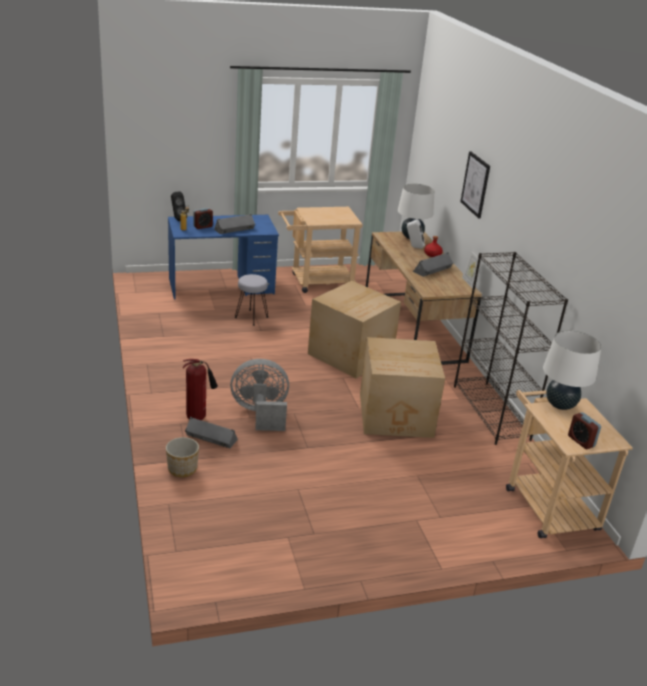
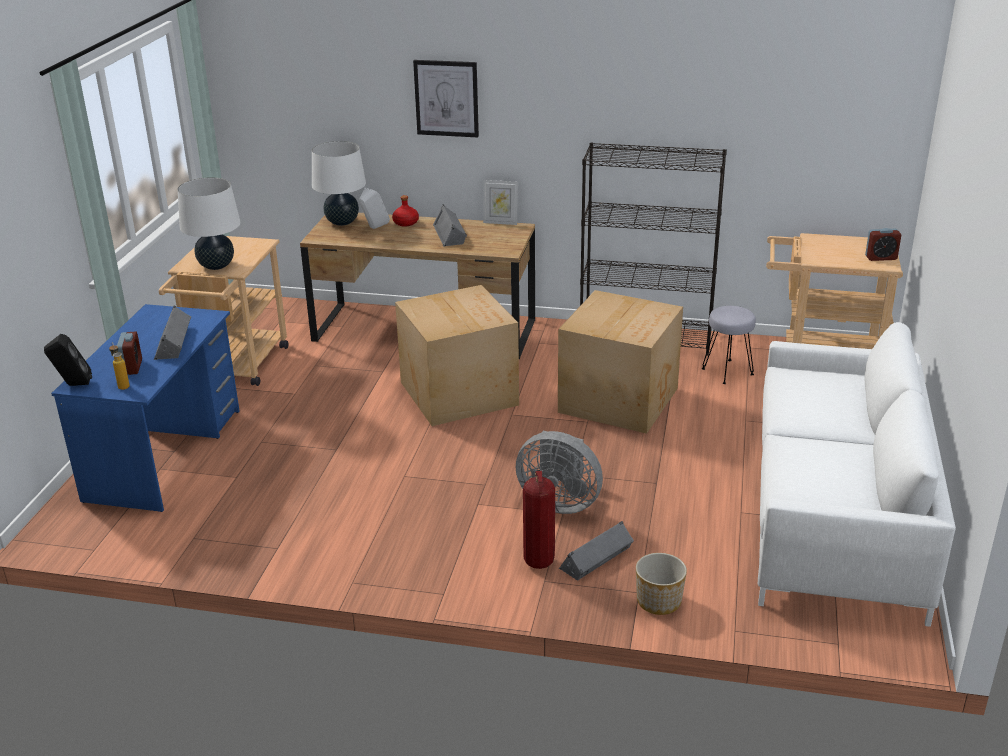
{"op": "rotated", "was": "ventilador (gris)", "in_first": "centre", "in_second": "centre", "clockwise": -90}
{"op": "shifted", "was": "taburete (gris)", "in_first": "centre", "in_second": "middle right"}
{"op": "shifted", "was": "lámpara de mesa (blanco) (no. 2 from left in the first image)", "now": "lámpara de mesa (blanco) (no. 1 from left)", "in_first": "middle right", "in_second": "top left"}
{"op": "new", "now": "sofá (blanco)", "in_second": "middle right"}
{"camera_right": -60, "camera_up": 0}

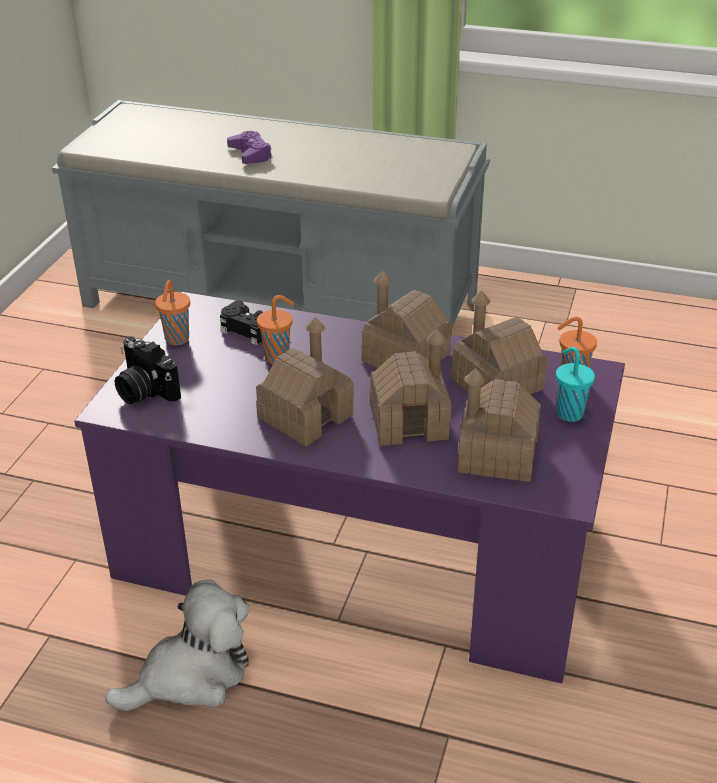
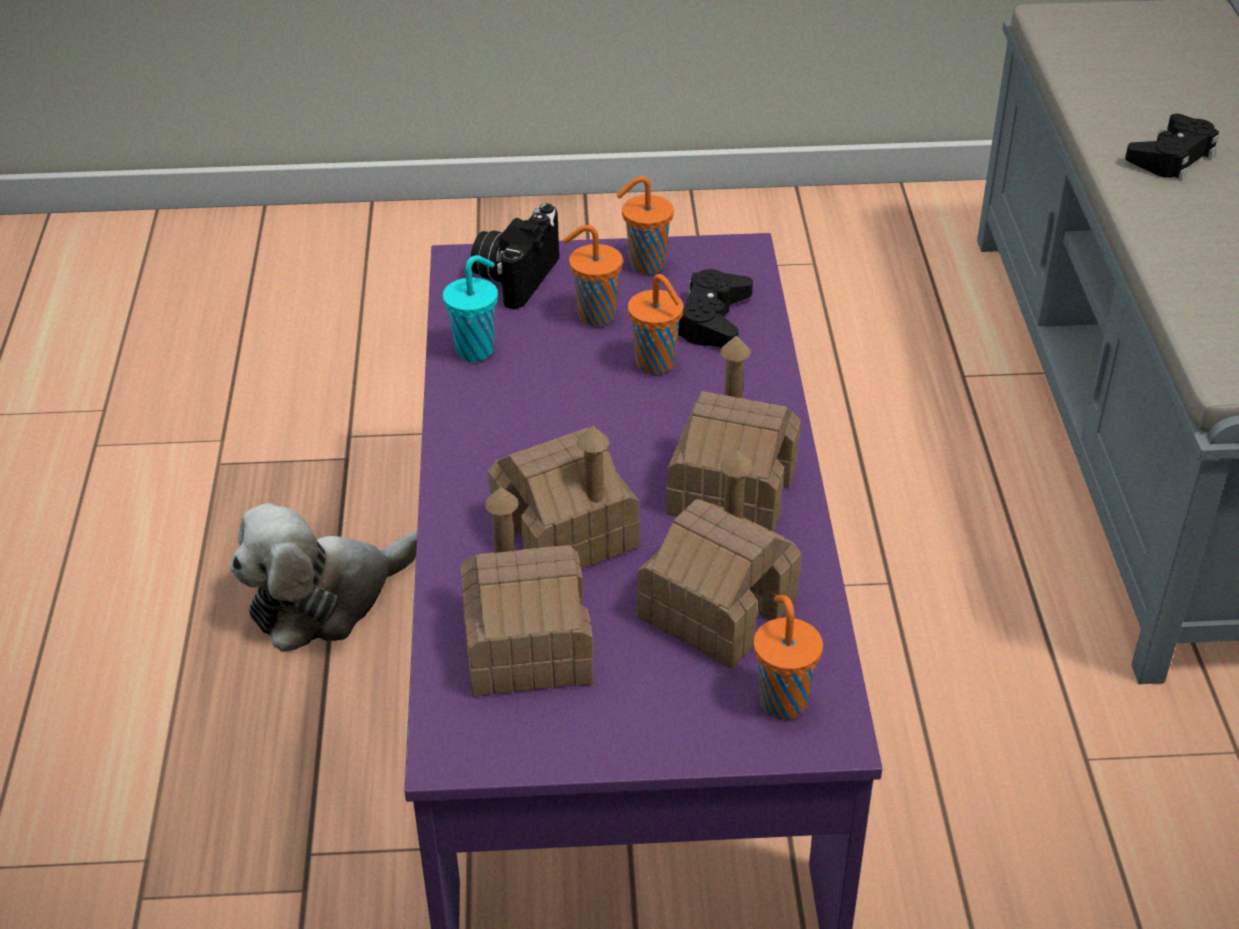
{"op": "rotated", "was": "peluche", "in_first": "bottom left", "in_second": "middle left", "clockwise": 105}
{"op": "repainted", "was": "mando de consola (morado)", "now": "mando de consola (negro) (no. 2 from left)", "in_first": "top centre", "in_second": "top right"}
{"op": "gone", "was": "casita (no. 1 from left)", "in_first": "centre"}
{"op": "shifted", "was": "taza (turquesa)", "in_first": "middle right", "in_second": "top centre"}
{"op": "new", "now": "taza (naranja) (no. 1 from left)", "in_second": "top centre"}
{"camera_right": 70, "camera_up": 5}

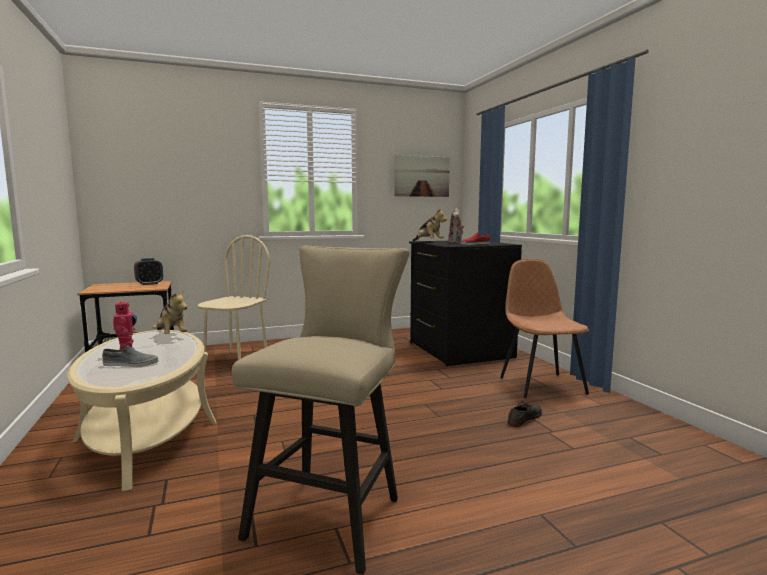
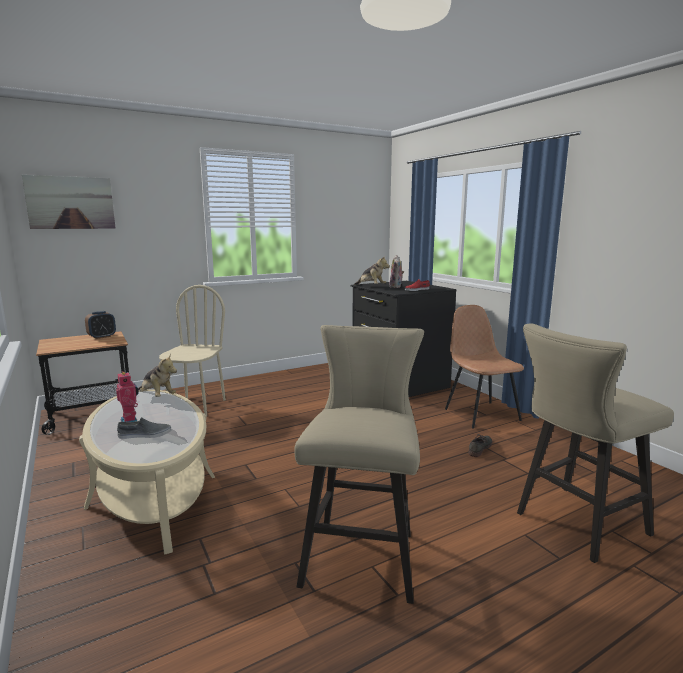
{"op": "shifted", "was": "cuadro", "in_first": "top centre", "in_second": "top left"}
{"op": "new", "now": "taburete (beis) (no. 2 from left)", "in_second": "middle right"}
{"camera_right": -10, "camera_up": 5}

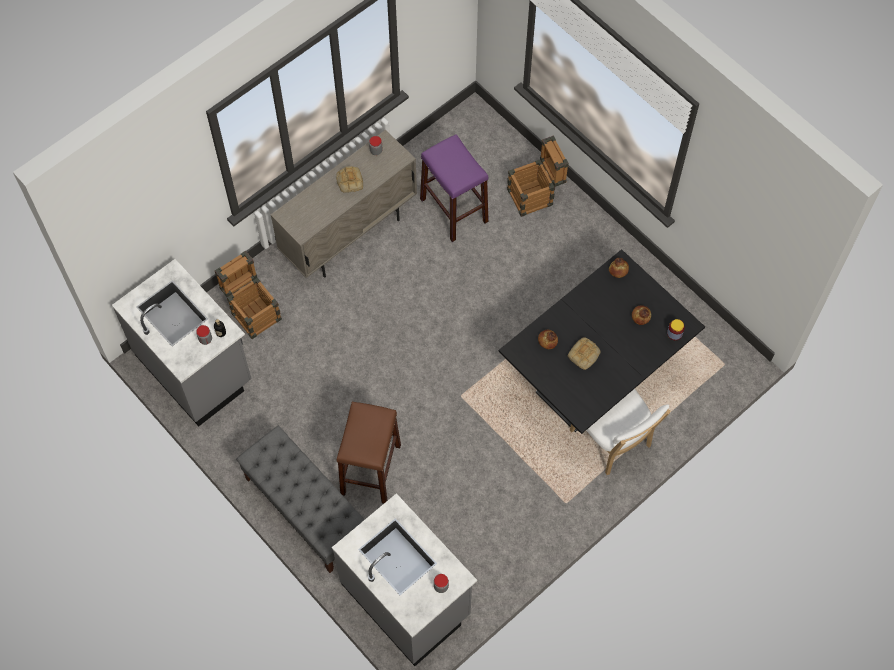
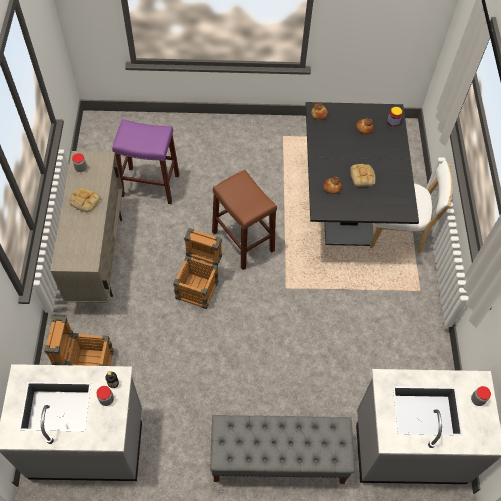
{"op": "shifted", "was": "taburete (marrón)", "in_first": "bottom centre", "in_second": "centre"}
{"op": "shifted", "was": "caja de embalaje (no. 2 from left)", "in_first": "top centre", "in_second": "centre"}
{"camera_right": -50, "camera_up": -5}

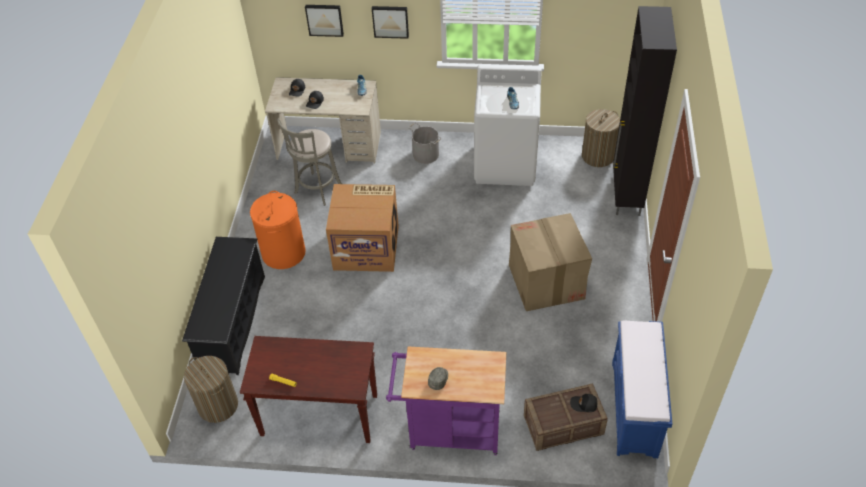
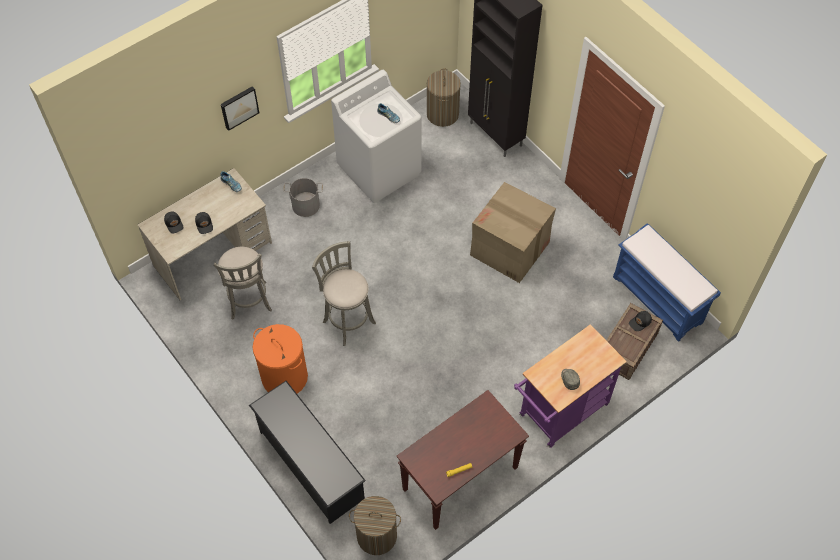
{"op": "gone", "was": "cuadro (no. 1 from left)", "in_first": "top centre"}
{"op": "swapped", "was": "caja de cartón (no. 1 from left)", "now": "taburete (gris) (no. 2 from left)", "in_first": "centre", "in_second": "centre"}
{"camera_right": -45, "camera_up": 10}

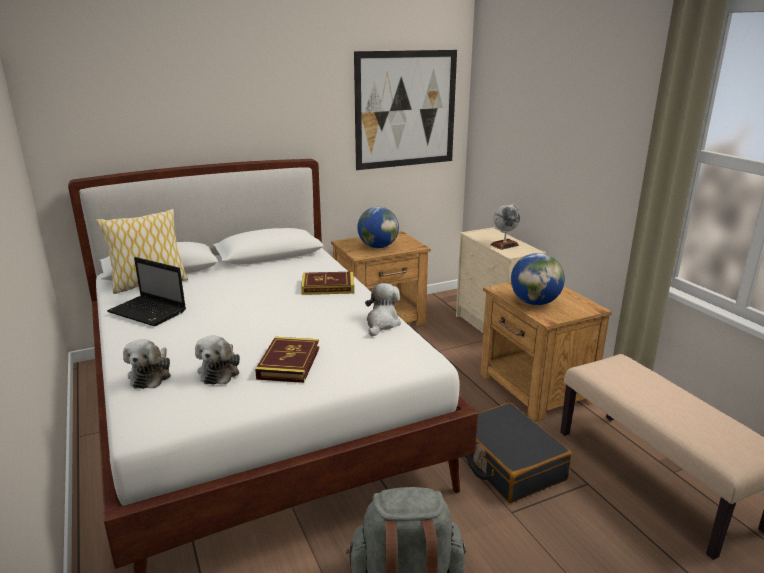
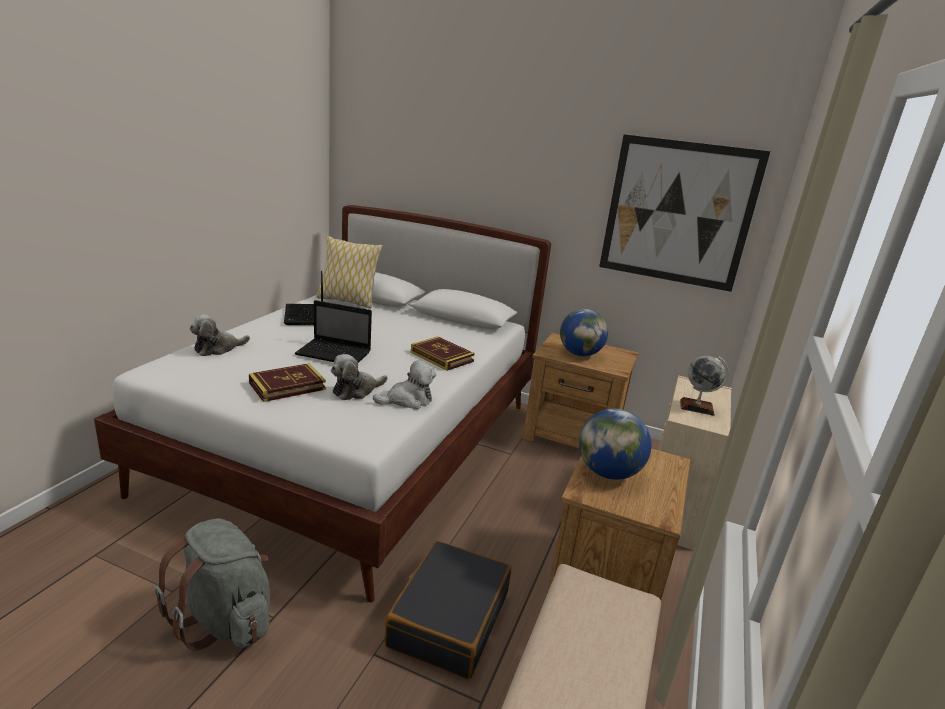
{"op": "shifted", "was": "peluche (no. 2 from left)", "in_first": "middle left", "in_second": "centre"}
{"op": "new", "now": "portátil (no. 2 from left)", "in_second": "centre"}
{"camera_right": 45, "camera_up": 0}

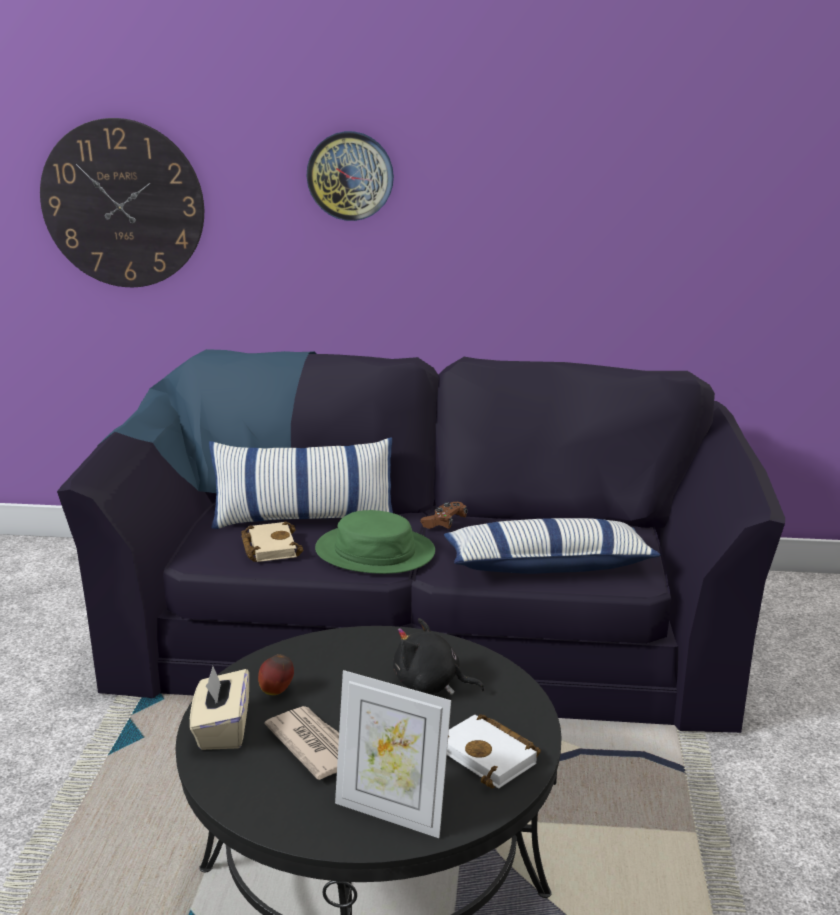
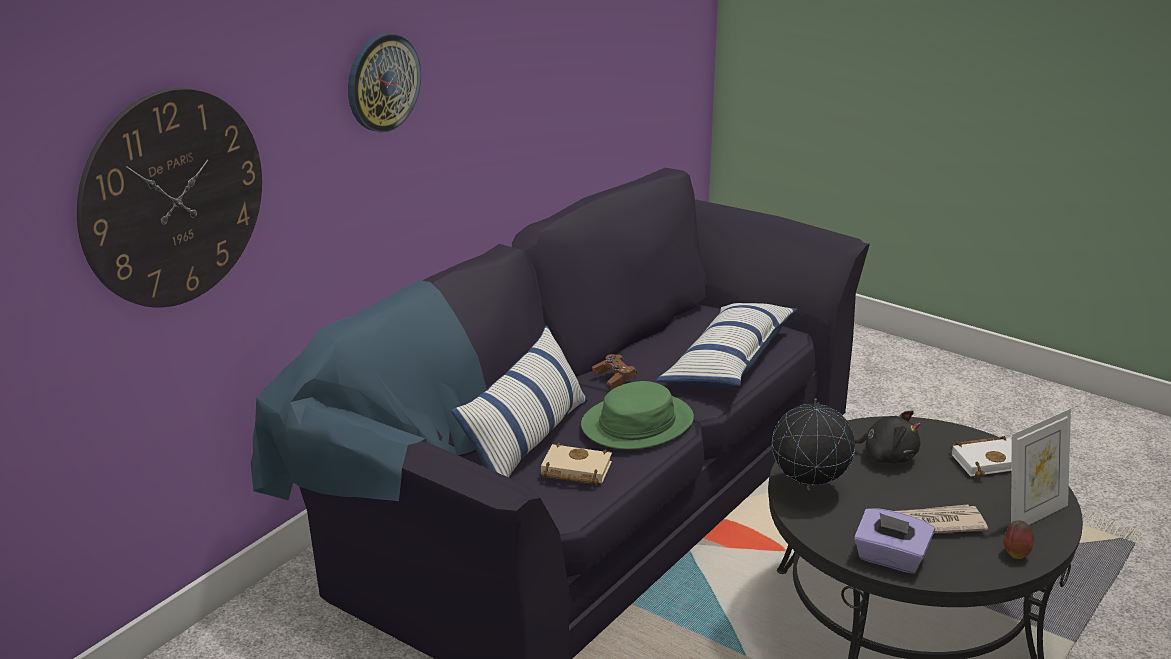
{"op": "repainted", "was": "caja de pañuelos (beis)", "now": "caja de pañuelos (morado)", "in_first": "bottom left", "in_second": "bottom right"}
{"op": "shifted", "was": "manzana", "in_first": "bottom left", "in_second": "bottom right"}
{"op": "rotated", "was": "peluche (negro)", "in_first": "bottom centre", "in_second": "middle right", "clockwise": -120}
{"op": "new", "now": "globo terráqueo", "in_second": "bottom right"}
{"camera_right": -60, "camera_up": 5}

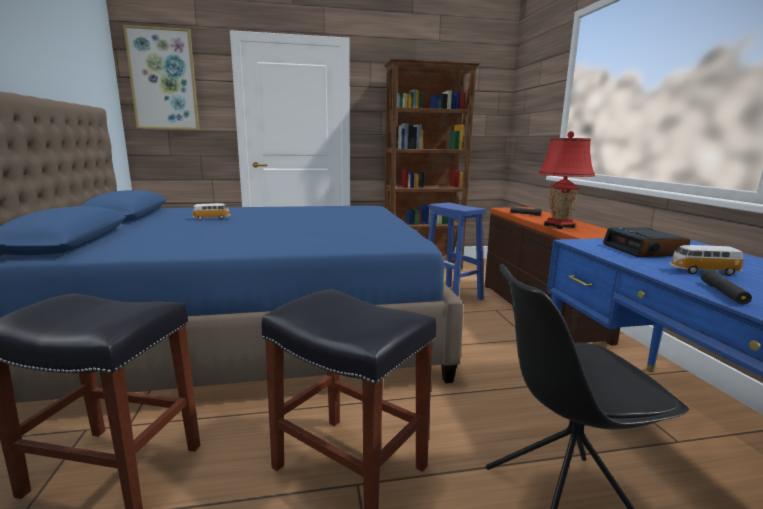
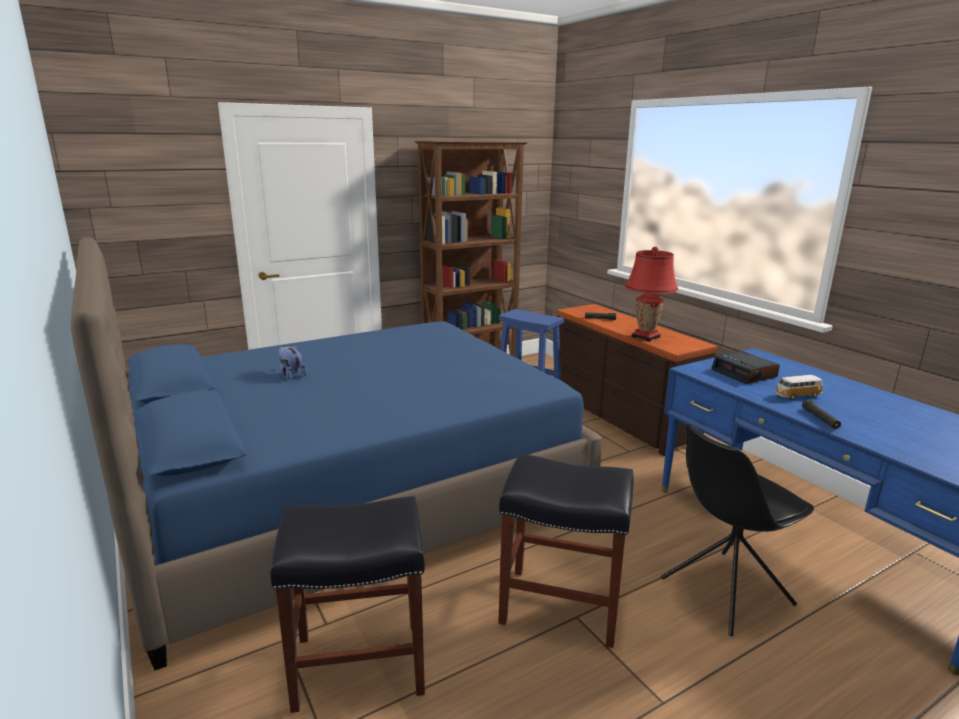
{"op": "gone", "was": "cuadro", "in_first": "top left"}
{"op": "swapped", "was": "coche de juguete (no. 1 from left)", "now": "peluche", "in_first": "middle left", "in_second": "middle left"}
{"camera_right": -20, "camera_up": 5}

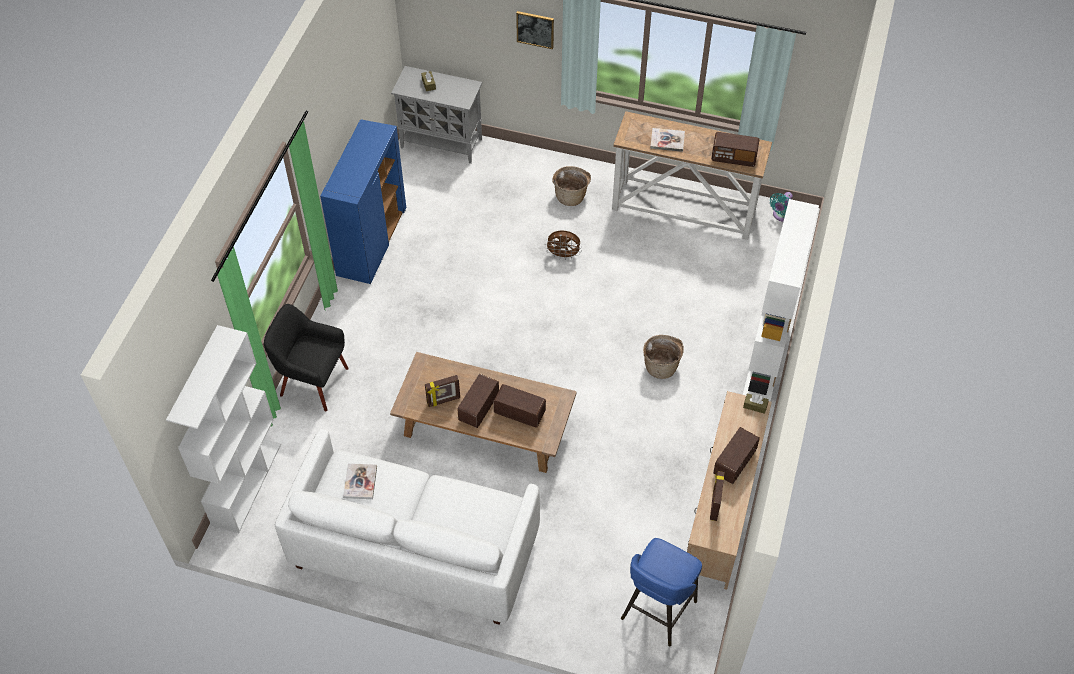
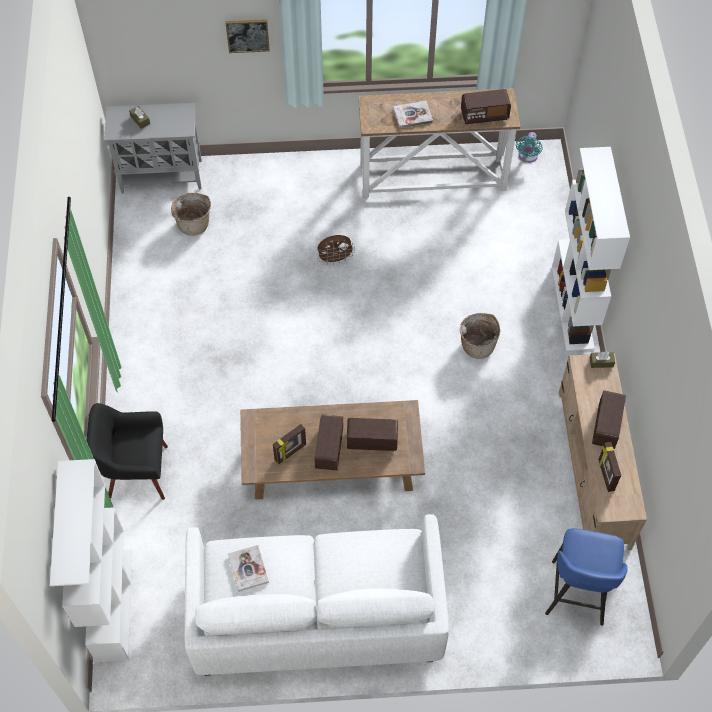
{"op": "gone", "was": "armario (azul)", "in_first": "top centre"}
{"op": "shifted", "was": "cesta (no. 1 from left)", "in_first": "top centre", "in_second": "top left"}
{"camera_right": -20, "camera_up": 5}

